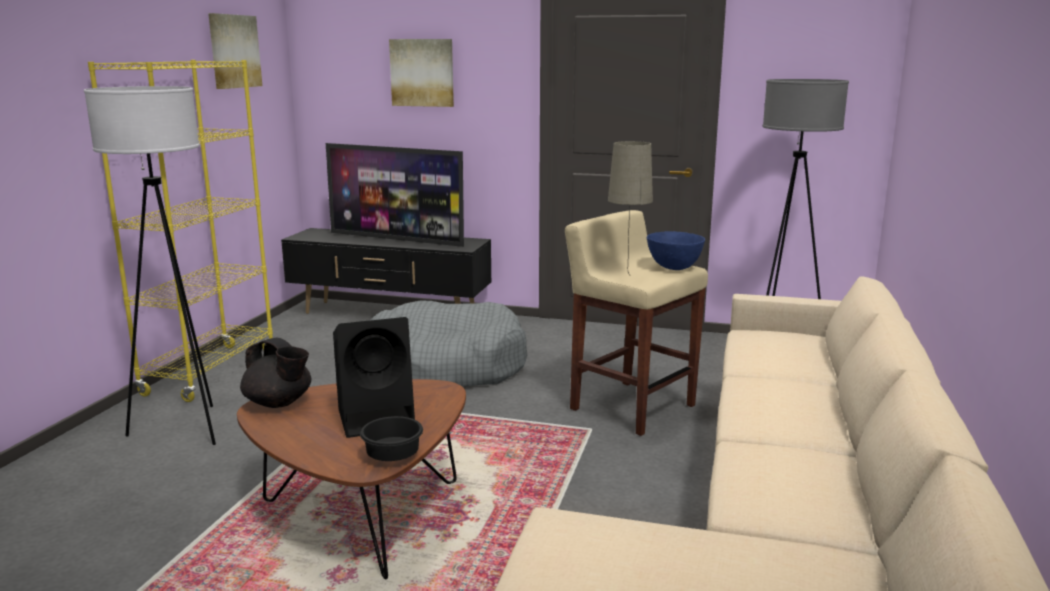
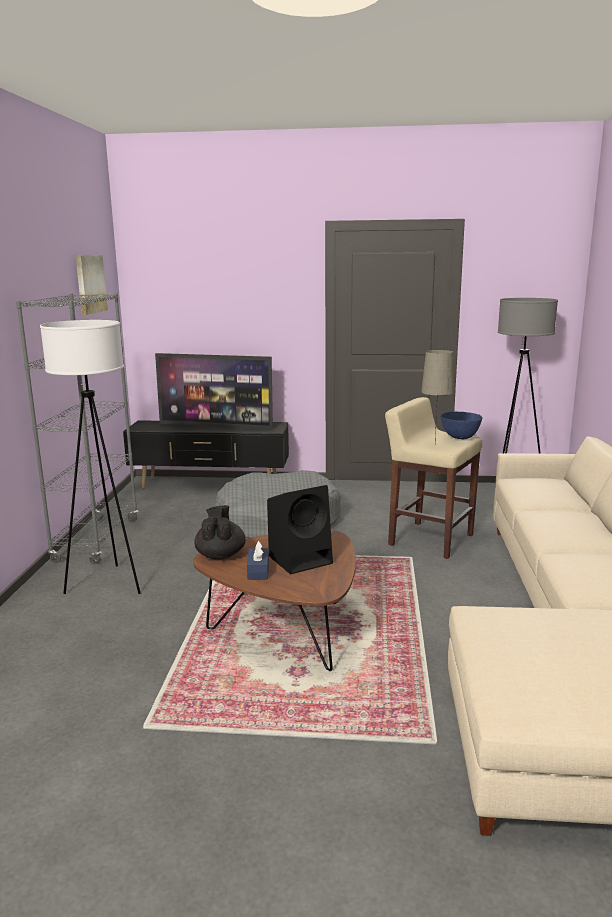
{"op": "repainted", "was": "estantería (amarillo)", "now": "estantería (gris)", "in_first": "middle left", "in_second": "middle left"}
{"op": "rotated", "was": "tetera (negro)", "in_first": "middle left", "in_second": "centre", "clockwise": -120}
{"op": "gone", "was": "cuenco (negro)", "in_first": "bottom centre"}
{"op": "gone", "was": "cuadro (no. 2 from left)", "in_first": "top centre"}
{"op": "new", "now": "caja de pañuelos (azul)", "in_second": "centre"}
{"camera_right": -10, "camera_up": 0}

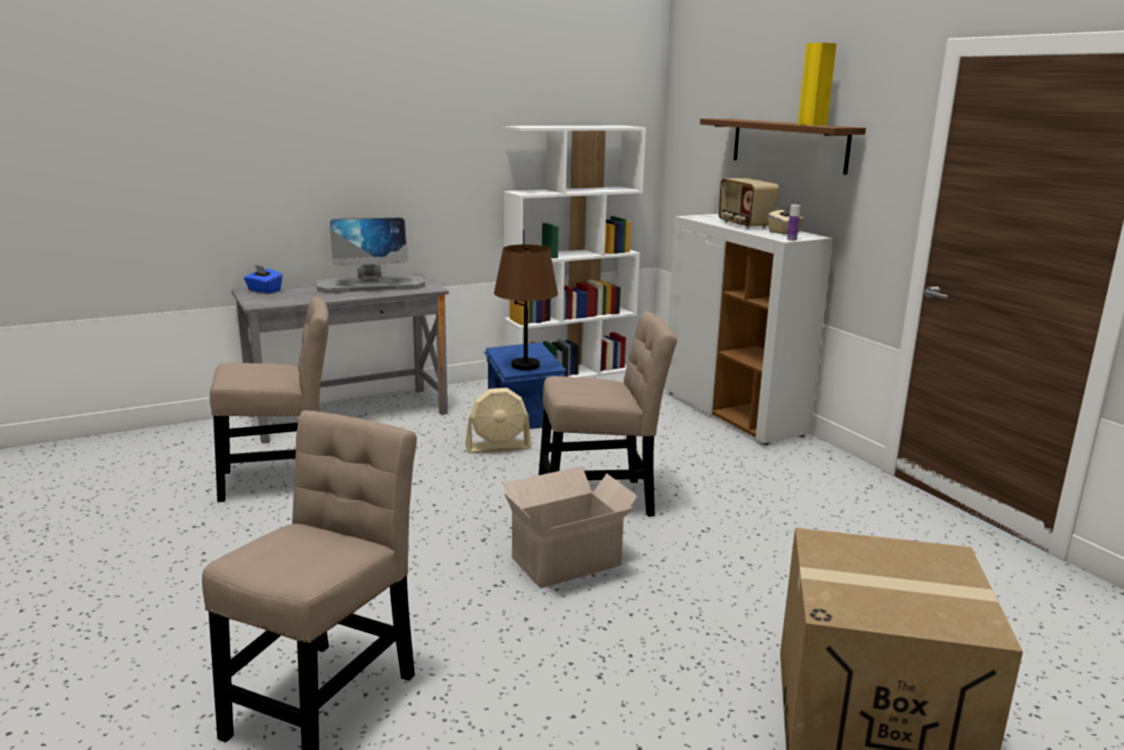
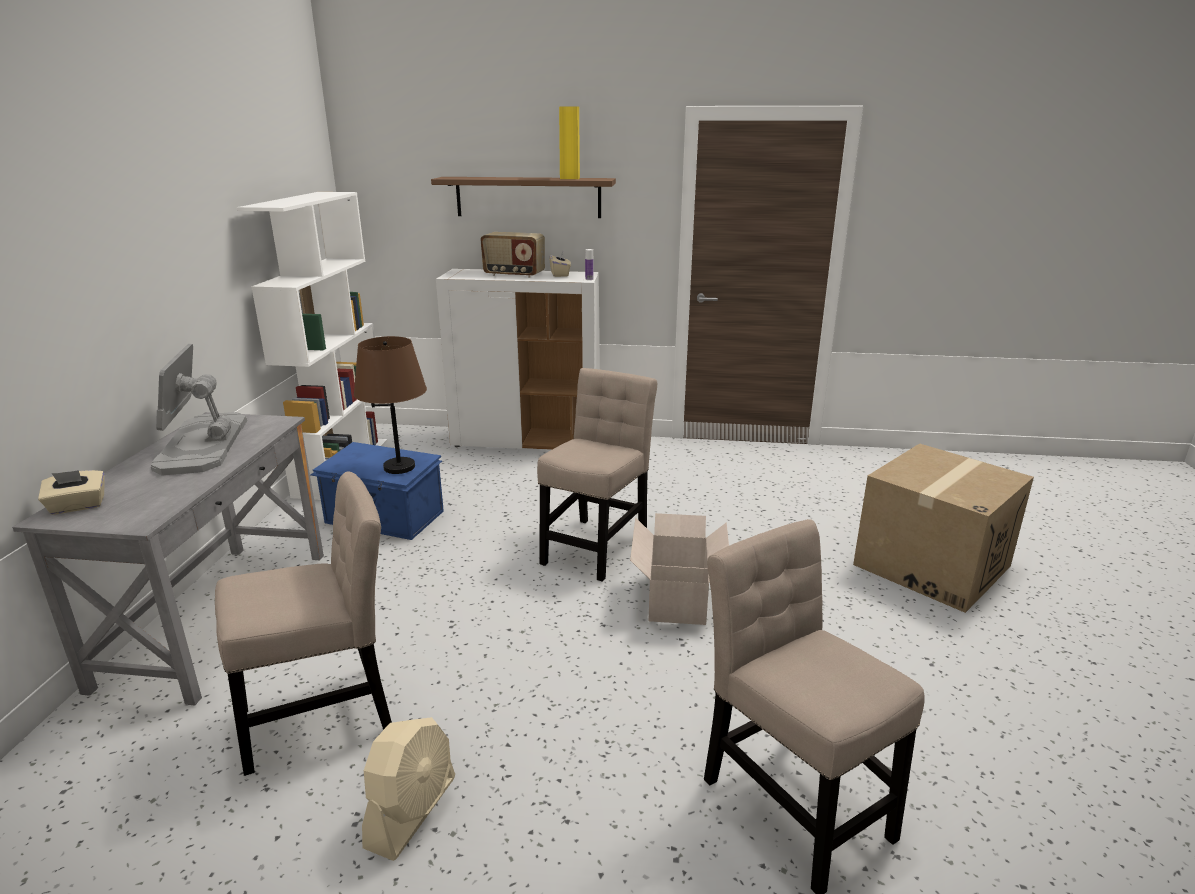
{"op": "rotated", "was": "silla (beis) (no. 1 from left)", "in_first": "middle left", "in_second": "bottom left", "clockwise": 45}
{"op": "repainted", "was": "caja de pañuelos (azul)", "now": "caja de pañuelos (beis) (no. 1 from left)", "in_first": "middle left", "in_second": "middle left"}
{"op": "rotated", "was": "monitor", "in_first": "middle left", "in_second": "middle left", "clockwise": 150}
{"op": "shifted", "was": "ventilador (beis)", "in_first": "centre", "in_second": "bottom centre"}
{"camera_right": -55, "camera_up": 5}

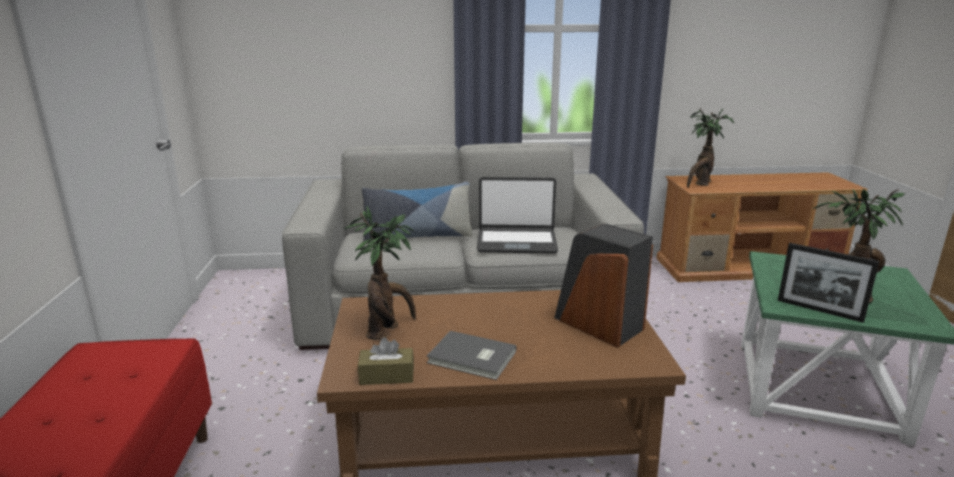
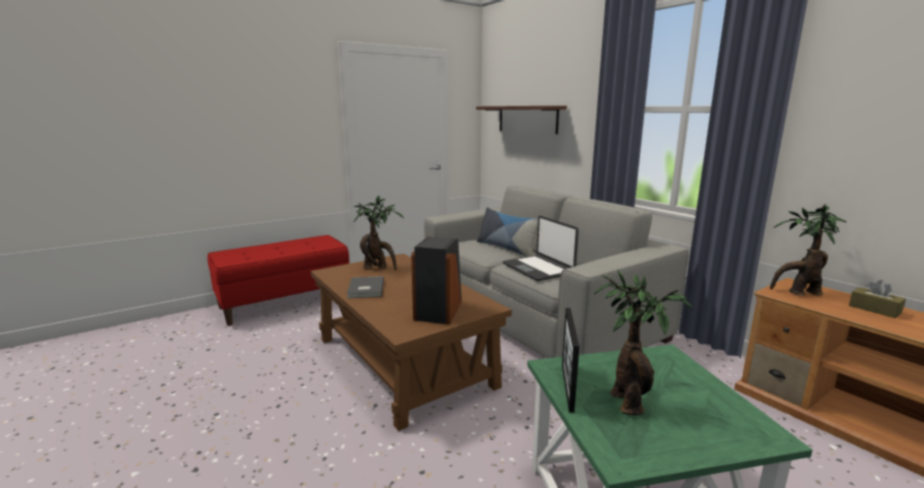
{"op": "shifted", "was": "caja de pañuelos (marrón)", "in_first": "bottom centre", "in_second": "middle right"}
{"op": "new", "now": "estante", "in_second": "top centre"}
{"camera_right": 60, "camera_up": -5}

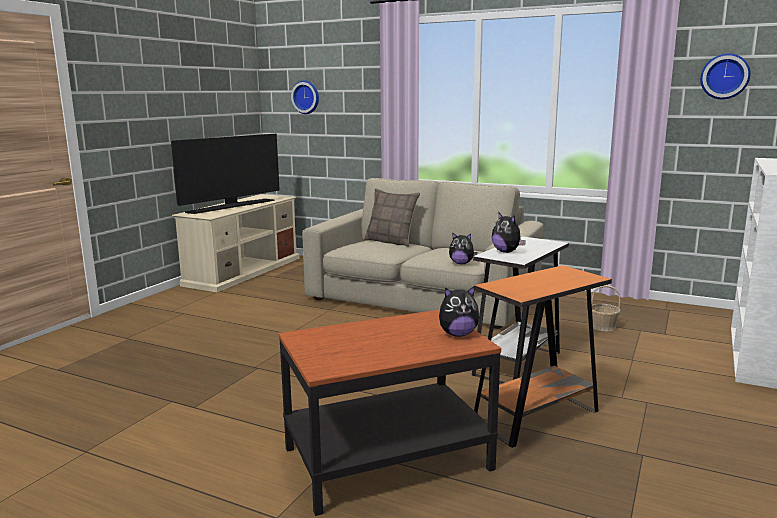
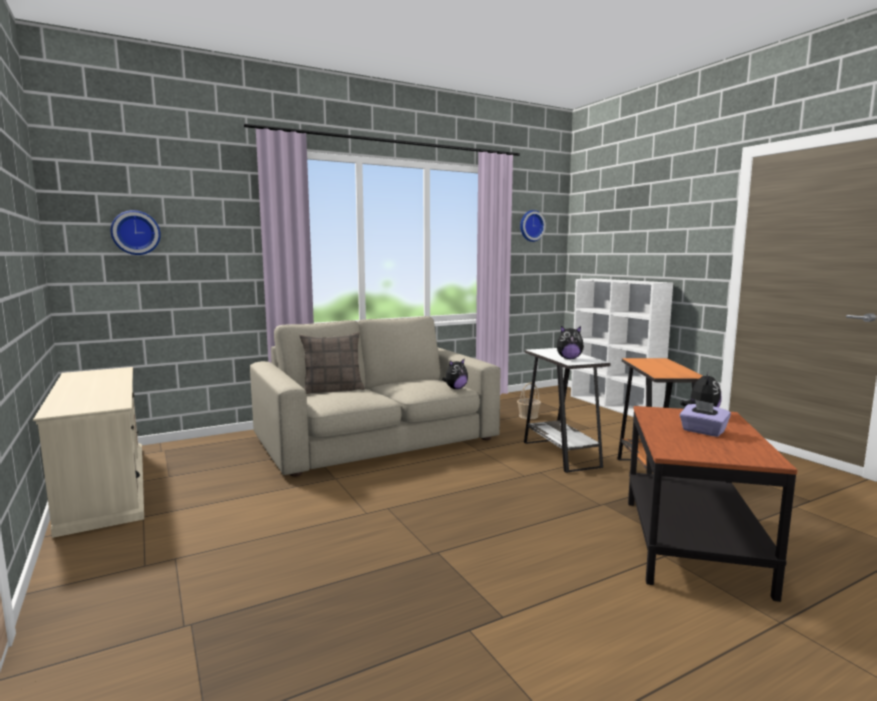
{"op": "gone", "was": "televisor", "in_first": "middle left"}
{"op": "new", "now": "caja de pañuelos (morado)", "in_second": "middle right"}
{"camera_right": -55, "camera_up": -5}

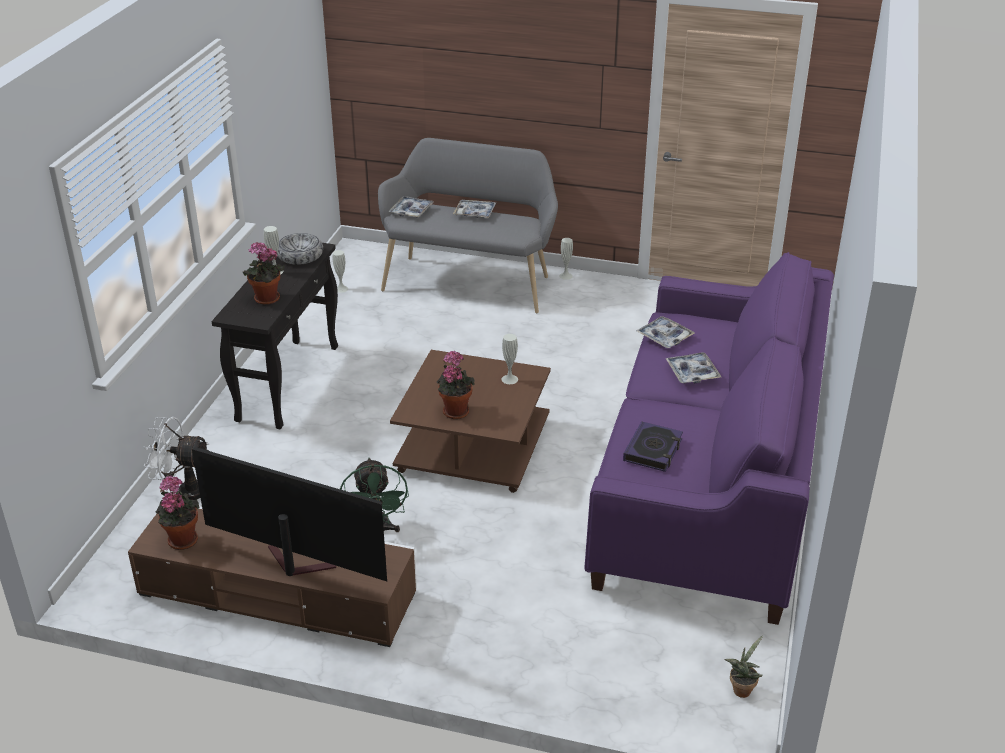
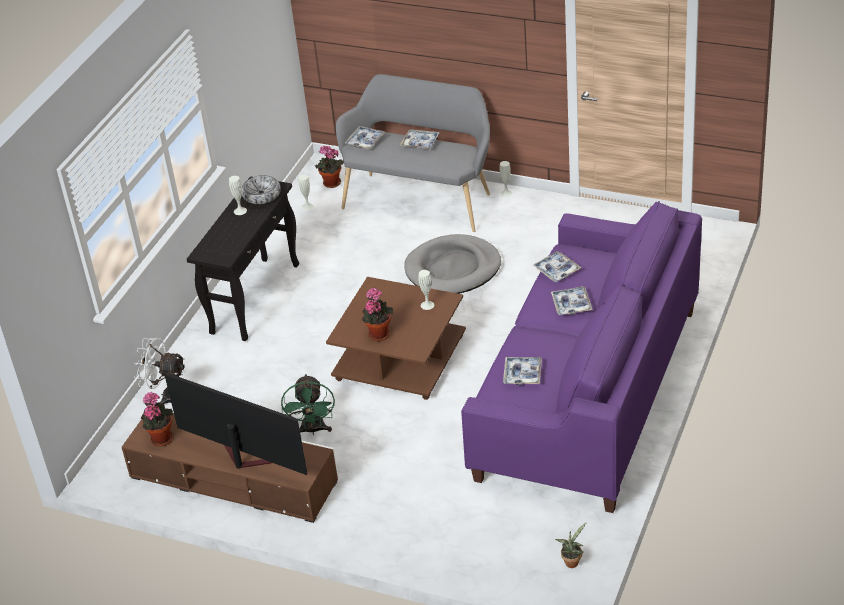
{"op": "shifted", "was": "planta en maceta (no. 2 from left)", "in_first": "middle left", "in_second": "top centre"}
{"op": "swapped", "was": "libro", "now": "bandeja (no. 3 from left)", "in_first": "centre", "in_second": "centre"}
{"op": "new", "now": "cama para perro (gris)", "in_second": "centre"}
{"camera_right": 10, "camera_up": 5}

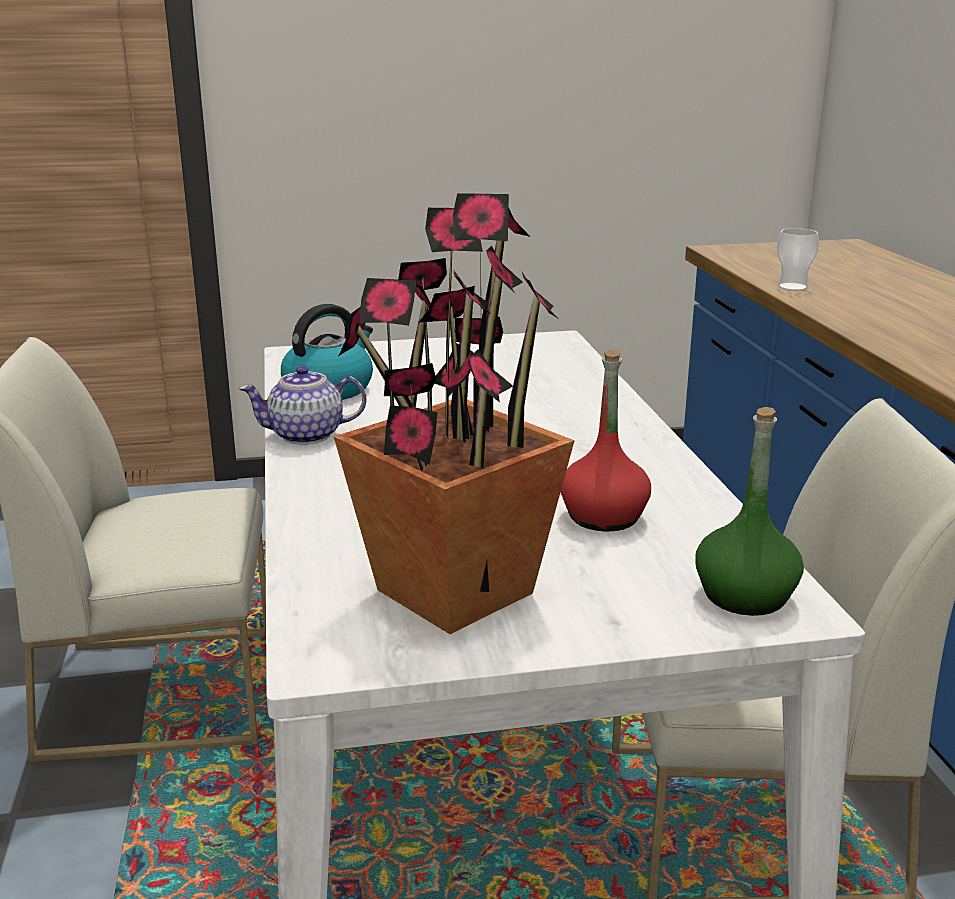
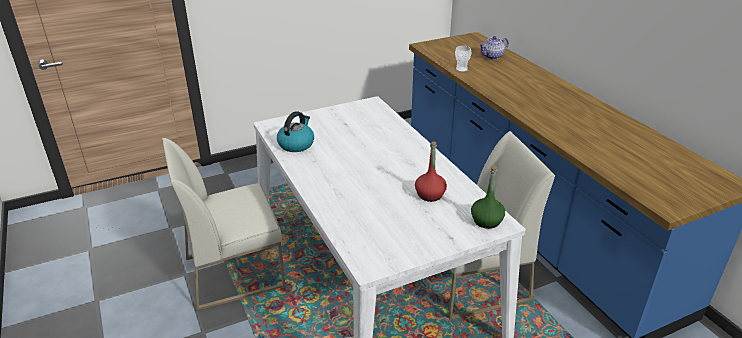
{"op": "shifted", "was": "tetera", "in_first": "middle left", "in_second": "top centre"}
{"op": "gone", "was": "planta en maceta", "in_first": "centre"}
{"camera_right": -15, "camera_up": 10}

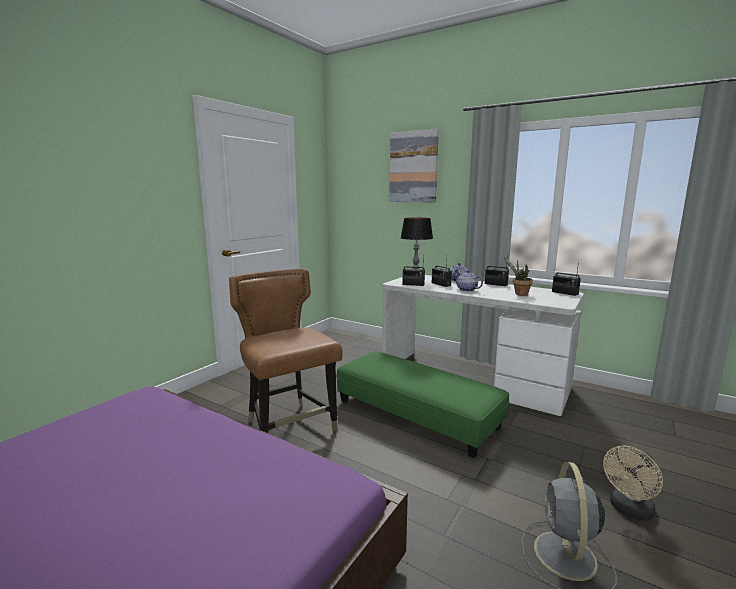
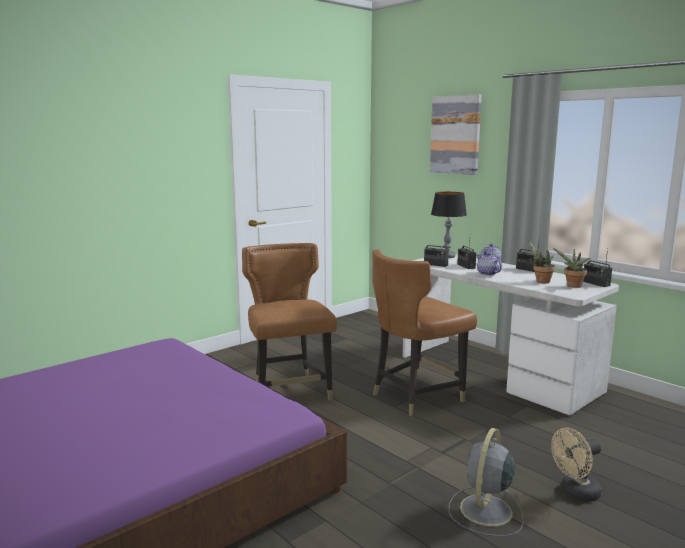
{"op": "swapped", "was": "puf (verde)", "now": "silla (marrón) (no. 2 from left)", "in_first": "bottom centre", "in_second": "centre"}
{"op": "new", "now": "planta en maceta (no. 2 from left)", "in_second": "middle right"}
{"camera_right": 15, "camera_up": 0}

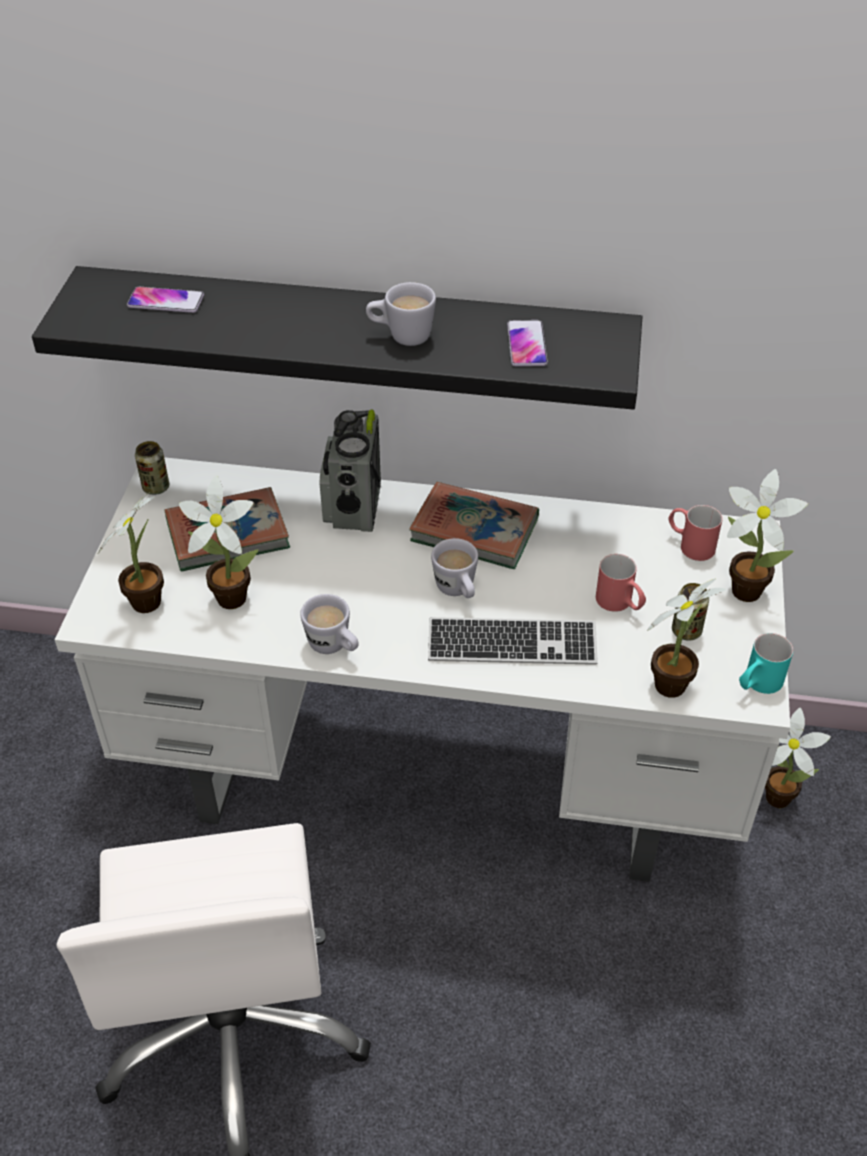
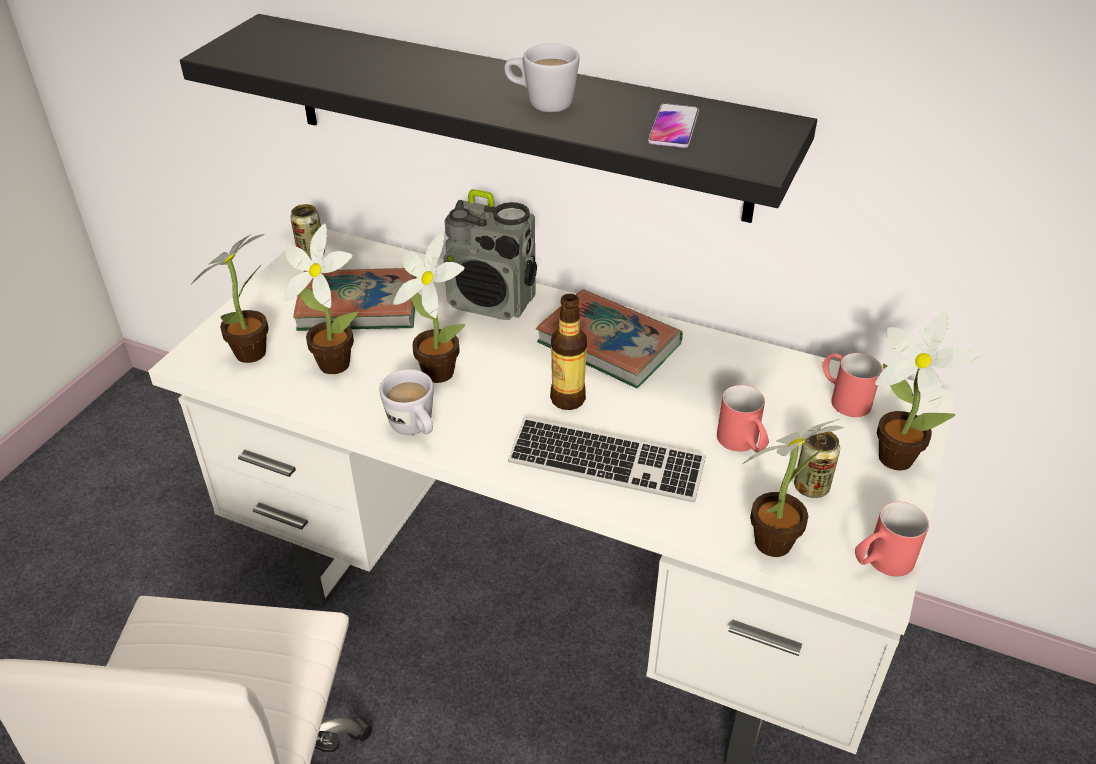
{"op": "gone", "was": "móvil (no. 1 from left)", "in_first": "top left"}
{"op": "rotated", "was": "radio", "in_first": "centre", "in_second": "top centre", "clockwise": -90}
{"op": "swapped", "was": "taza grande (blanco) (no. 3 from left)", "now": "botella", "in_first": "centre", "in_second": "centre"}
{"op": "repainted", "was": "taza grande (turquesa)", "now": "taza grande (rojo) (no. 3 from left)", "in_first": "middle right", "in_second": "bottom right"}
{"op": "shifted", "was": "planta en maceta (no. 5 from left in the first image)", "now": "planta en maceta (no. 3 from left)", "in_first": "middle right", "in_second": "centre"}
{"camera_right": 15, "camera_up": -5}

